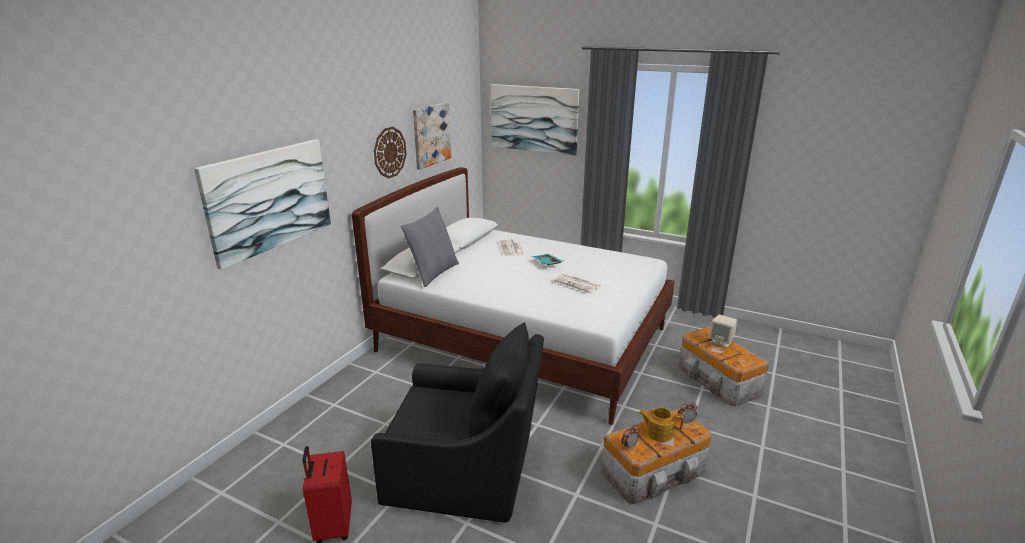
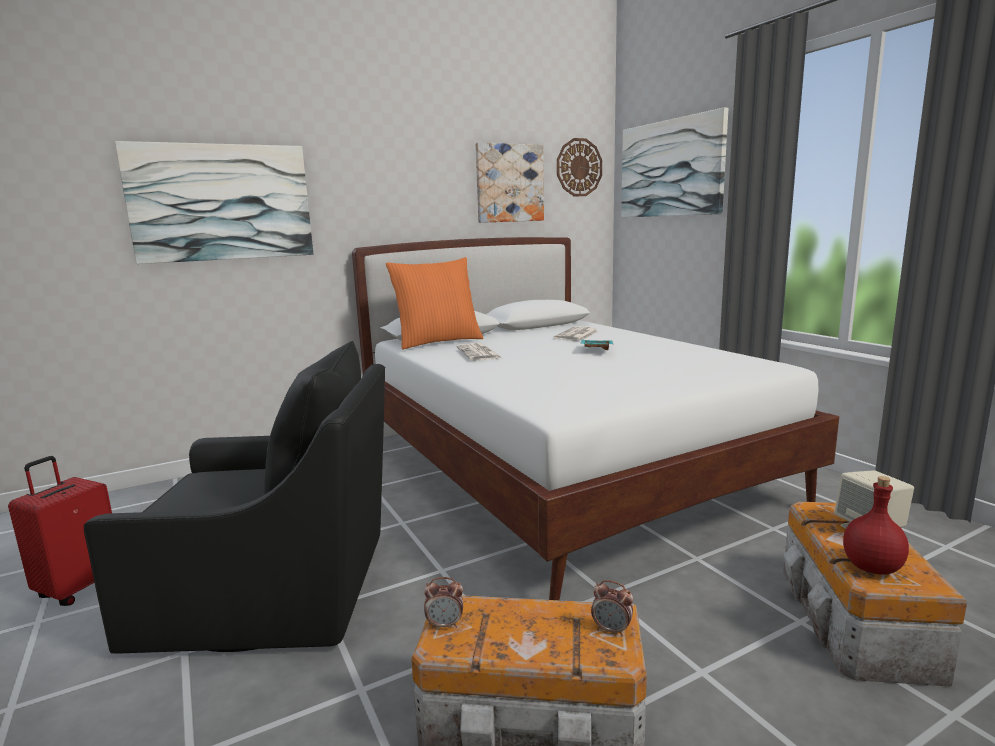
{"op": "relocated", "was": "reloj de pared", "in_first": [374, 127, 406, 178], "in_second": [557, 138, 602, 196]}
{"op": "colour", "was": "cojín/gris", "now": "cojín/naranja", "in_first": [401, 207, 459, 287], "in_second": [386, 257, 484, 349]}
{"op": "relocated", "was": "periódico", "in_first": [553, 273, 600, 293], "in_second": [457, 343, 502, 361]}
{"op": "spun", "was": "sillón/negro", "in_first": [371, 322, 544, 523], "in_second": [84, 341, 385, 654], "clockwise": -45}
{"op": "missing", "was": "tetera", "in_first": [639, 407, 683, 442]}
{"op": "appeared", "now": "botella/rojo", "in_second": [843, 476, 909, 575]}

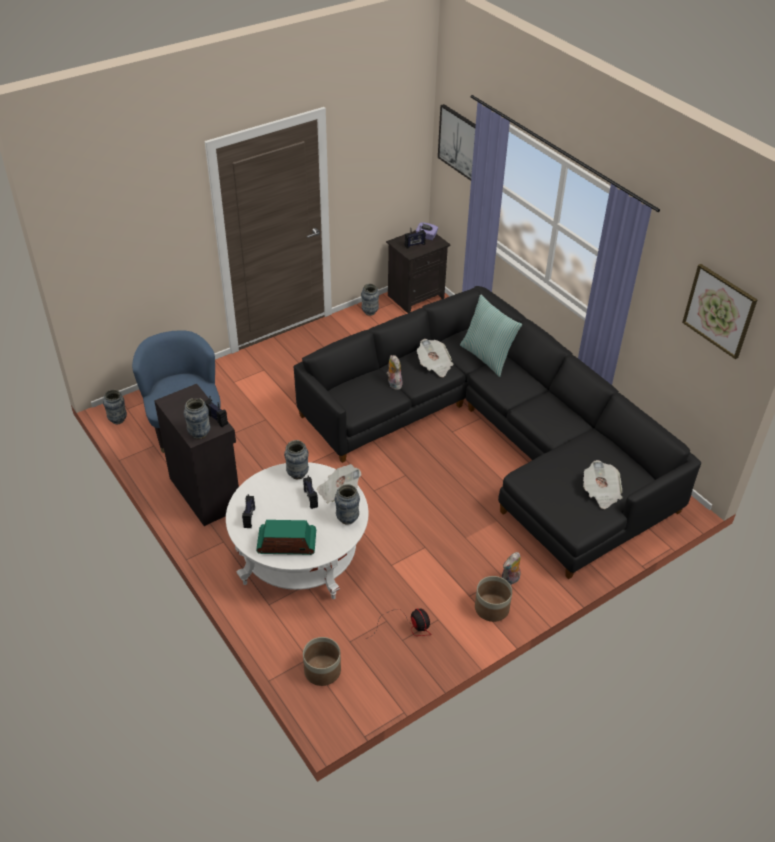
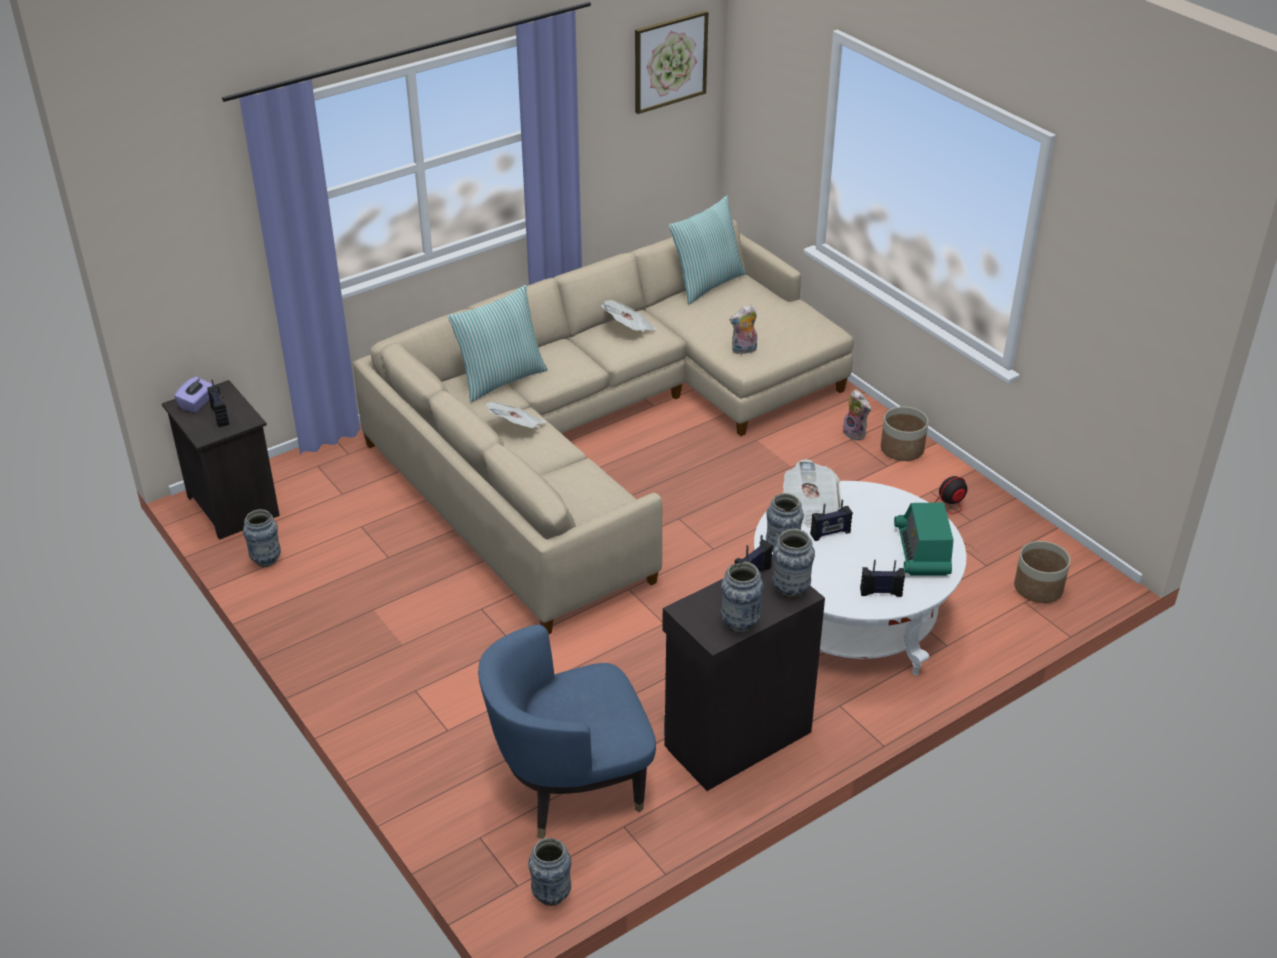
{"op": "missing", "was": "cuadro", "in_first": [438, 104, 476, 181]}
{"op": "colour", "was": "sofá/negro", "now": "sofá/beis", "in_first": [293, 286, 701, 579], "in_second": [353, 220, 854, 634]}
{"op": "relocated", "was": "peluche", "in_first": [387, 355, 402, 390], "in_second": [729, 305, 757, 354]}
{"op": "relocated", "was": "periódico", "in_first": [583, 460, 622, 509], "in_second": [601, 300, 657, 332]}
{"op": "relocated", "was": "florero", "in_first": [335, 484, 360, 525], "in_second": [721, 561, 764, 633]}
{"op": "appeared", "now": "cojín", "in_second": [669, 196, 746, 304]}

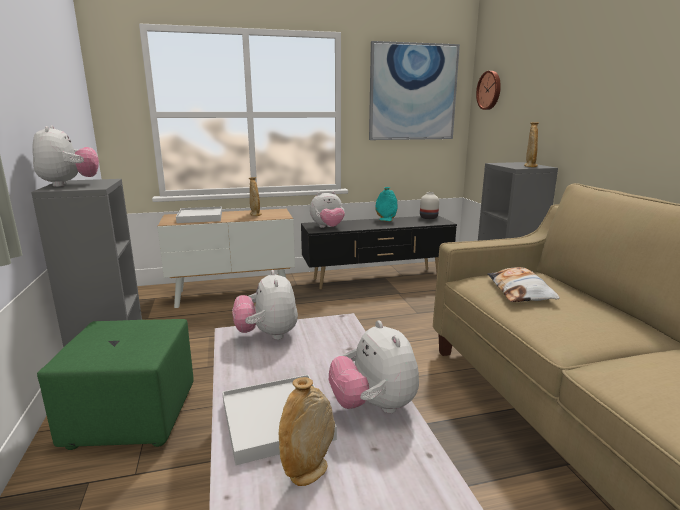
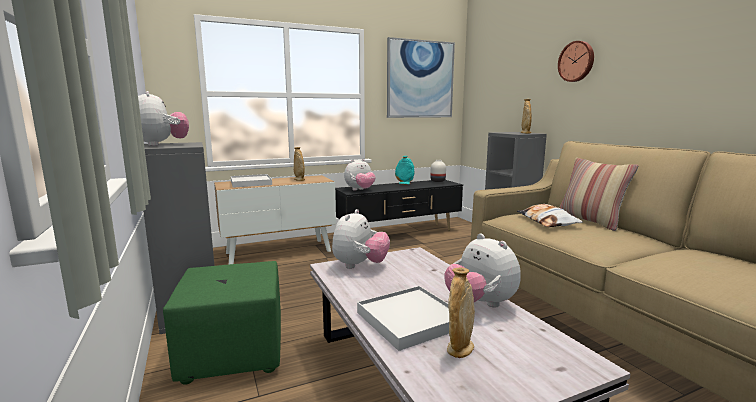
{"op": "relocated", "was": "reloj de pared", "in_first": [476, 71, 501, 110], "in_second": [558, 41, 594, 82]}
{"op": "spun", "was": "peluche", "in_first": [233, 270, 298, 340], "in_second": [332, 209, 390, 269], "clockwise": -135}
{"op": "appeared", "now": "cojín", "in_second": [559, 158, 638, 231]}

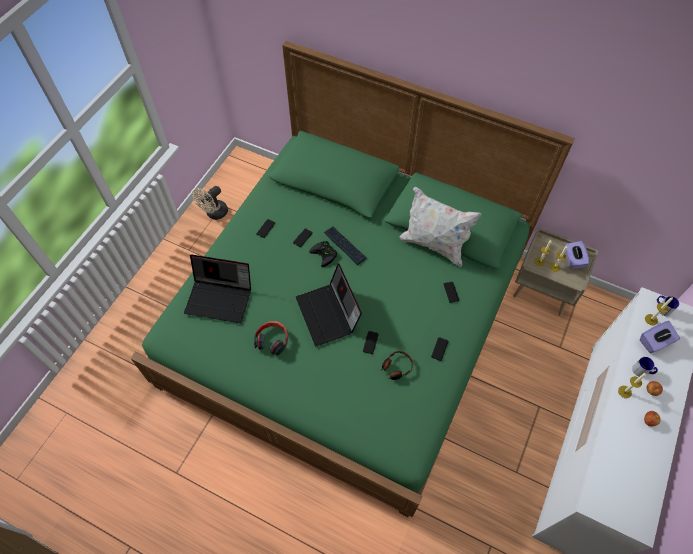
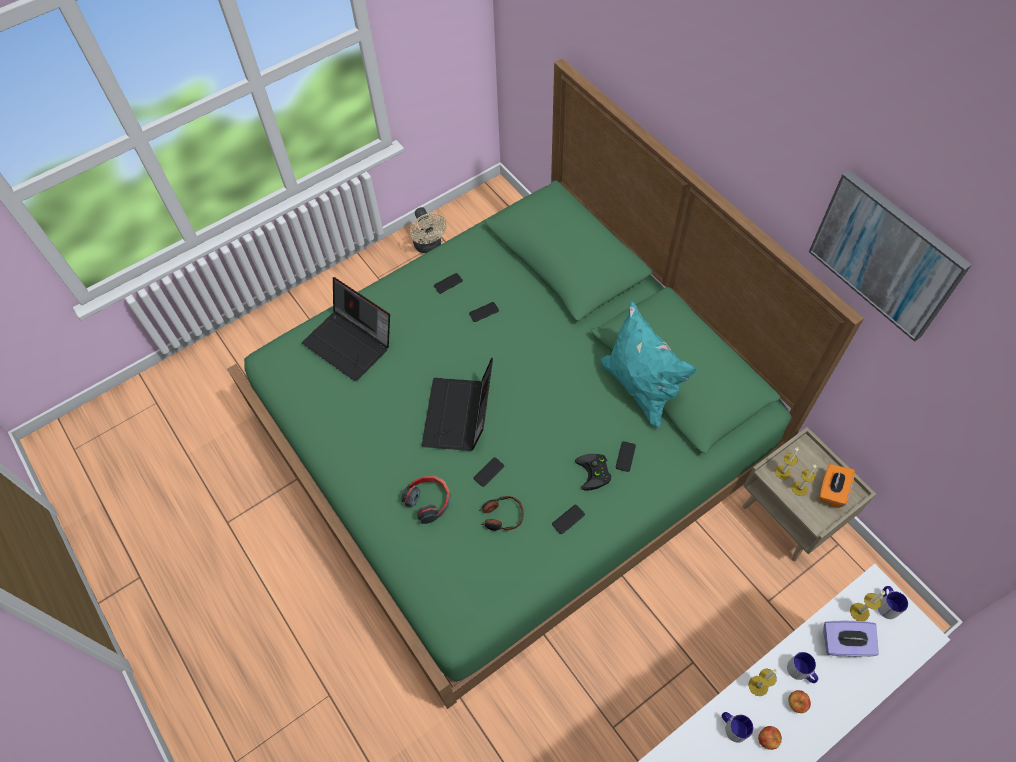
{"op": "spun", "was": "ventilador/beis", "in_first": [192, 186, 228, 220], "in_second": [410, 207, 447, 253], "clockwise": -90}
{"op": "colour", "was": "cojín/blanco", "now": "cojín/turquesa", "in_first": [400, 186, 481, 267], "in_second": [600, 301, 697, 431]}
{"op": "missing", "was": "teclado", "in_first": [324, 227, 367, 265]}
{"op": "relocated", "was": "mando de consola/negro", "in_first": [309, 241, 337, 267], "in_second": [575, 454, 611, 491]}
{"op": "colour", "was": "caja de pañuelos/morado", "now": "caja de pañuelos/naranja", "in_first": [565, 241, 589, 269], "in_second": [820, 464, 855, 508]}
{"op": "relocated", "was": "auriculares", "in_first": [254, 321, 288, 356], "in_second": [401, 476, 451, 524]}
{"op": "appeared", "now": "cuadro", "in_second": [809, 170, 972, 342]}
{"op": "appeared", "now": "taza grande", "in_second": [721, 712, 753, 743]}

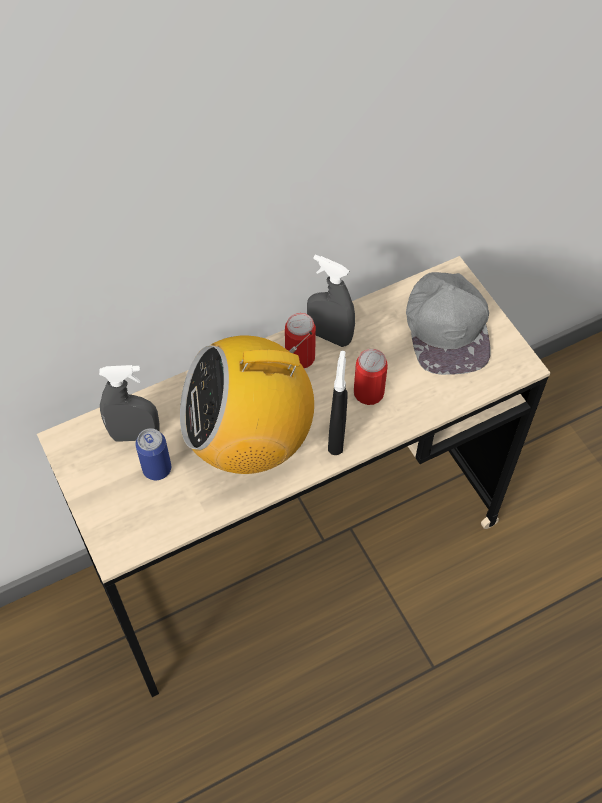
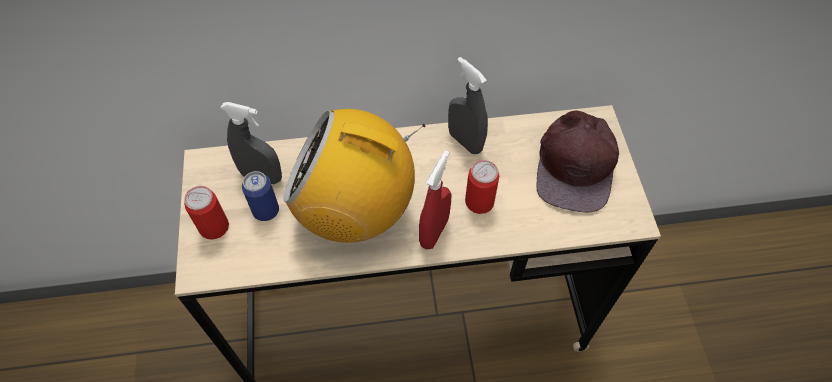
{"op": "colour", "was": "gorra/gris", "now": "gorra/marrón", "in_first": [406, 272, 491, 375], "in_second": [536, 110, 619, 213]}
{"op": "relocated", "was": "lata", "in_first": [285, 313, 316, 368], "in_second": [184, 186, 229, 239]}
{"op": "colour", "was": "pulverizador/negro", "now": "pulverizador/rojo", "in_first": [328, 351, 348, 455], "in_second": [419, 150, 451, 249]}

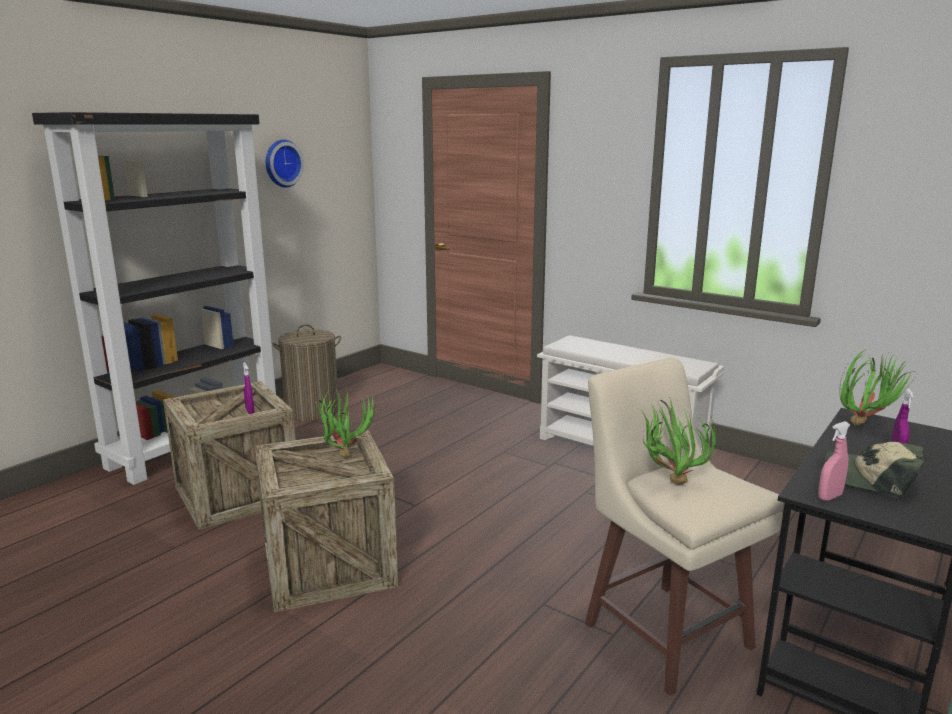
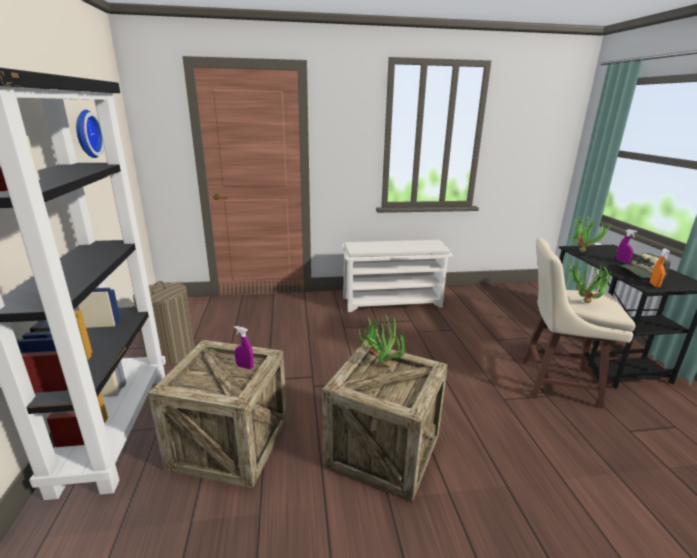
{"op": "colour", "was": "pulverizador/rosa", "now": "pulverizador/naranja", "in_first": [818, 421, 850, 501], "in_second": [650, 248, 670, 287]}

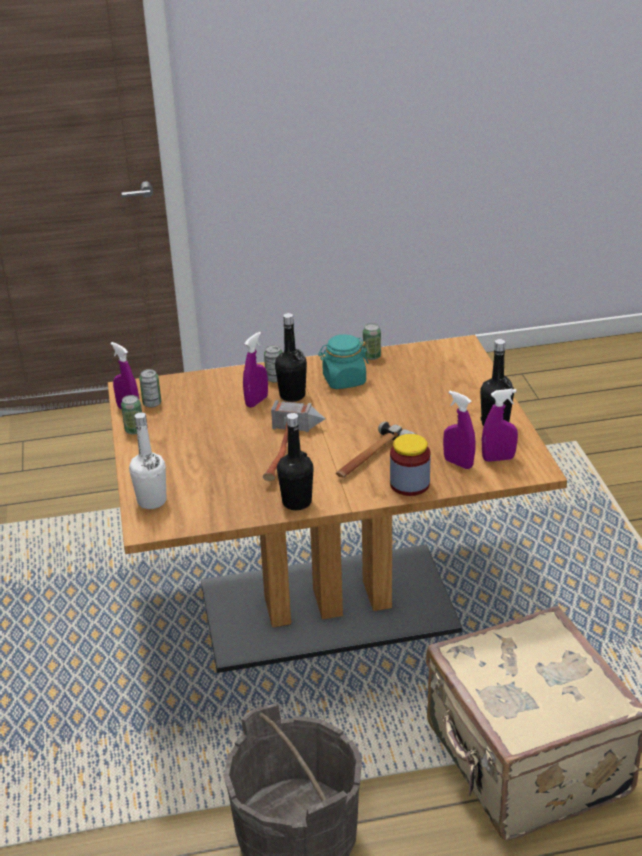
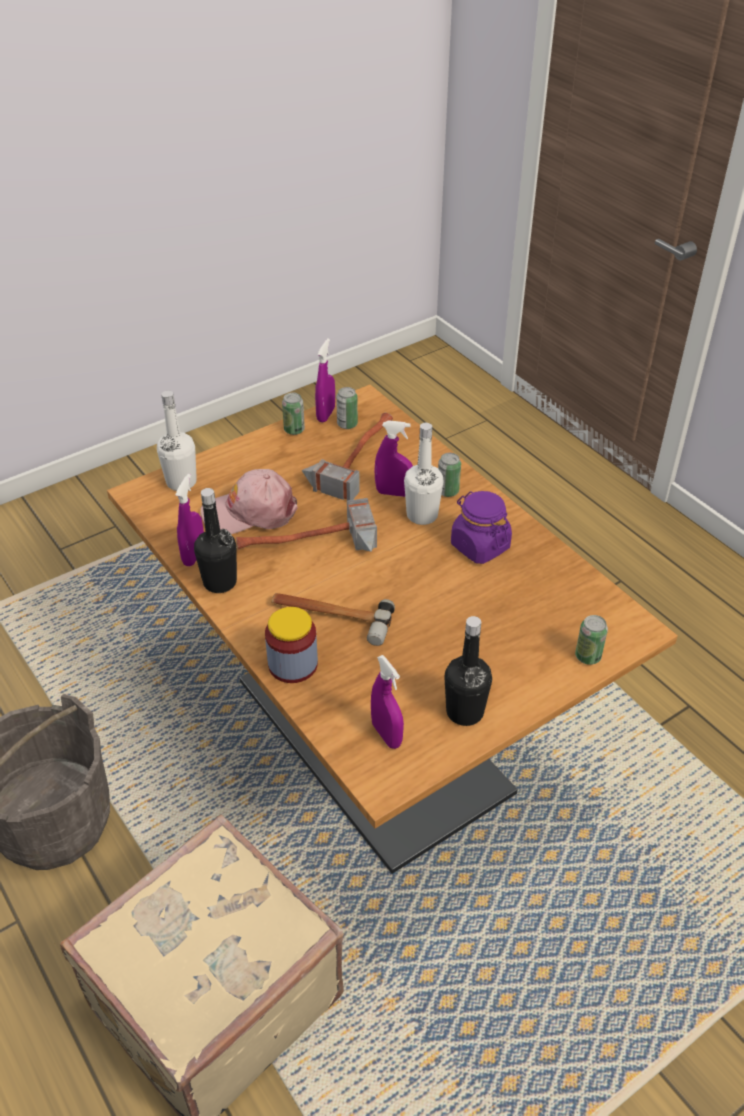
{"op": "colour", "was": "botella/negro", "now": "botella/blanco", "in_first": [275, 313, 307, 402], "in_second": [404, 423, 443, 525]}
{"op": "relocated", "was": "lata", "in_first": [363, 323, 381, 360], "in_second": [575, 615, 608, 665]}
{"op": "colour", "was": "tarro/turquesa", "now": "tarro/morado", "in_first": [318, 334, 369, 389], "in_second": [451, 491, 512, 564]}
{"op": "relocated", "was": "pulverizador/morado", "in_first": [443, 391, 475, 469], "in_second": [175, 474, 204, 566]}
{"op": "appeared", "now": "martillo", "in_second": [301, 413, 393, 501]}
{"op": "appeared", "now": "gorra/rosa", "in_second": [201, 469, 298, 534]}

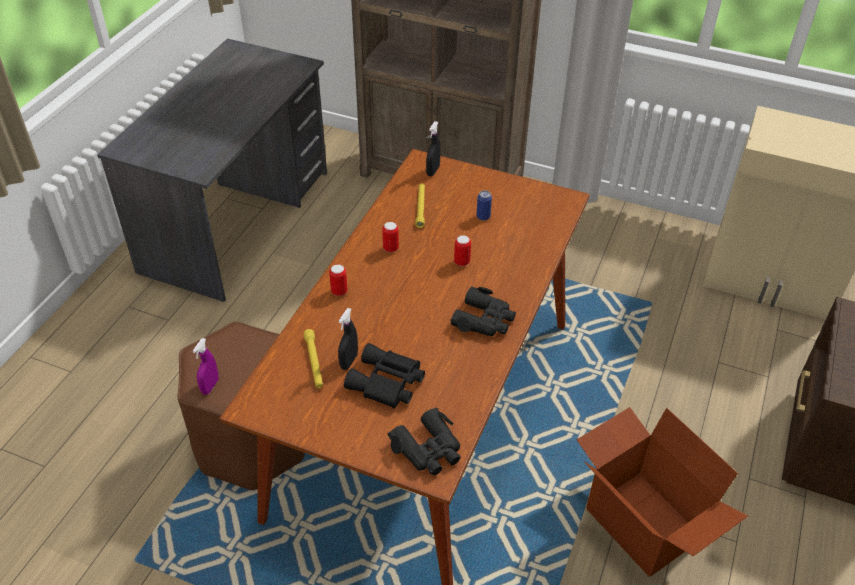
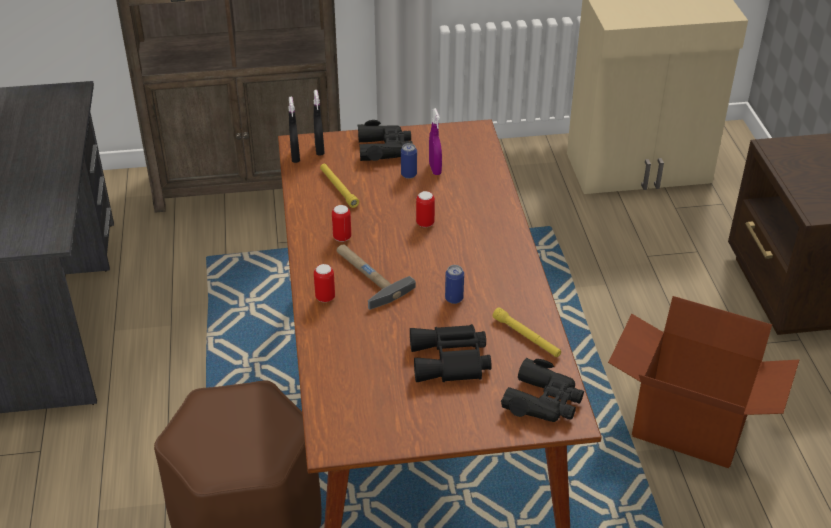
{"op": "relocated", "was": "prismáticos/negro", "in_first": [450, 286, 516, 336], "in_second": [357, 120, 413, 161]}
{"op": "relocated", "was": "pulverizador/negro", "in_first": [338, 308, 358, 370], "in_second": [289, 97, 300, 163]}
{"op": "relocated", "was": "linterna/amarillo", "in_first": [303, 329, 323, 388], "in_second": [493, 307, 561, 357]}
{"op": "relocated", "was": "pulverizador/morado", "in_first": [193, 338, 219, 395], "in_second": [429, 108, 442, 175]}
{"op": "appeared", "now": "martillo", "in_second": [336, 244, 416, 310]}
{"op": "appeared", "now": "lata", "in_second": [445, 265, 464, 304]}

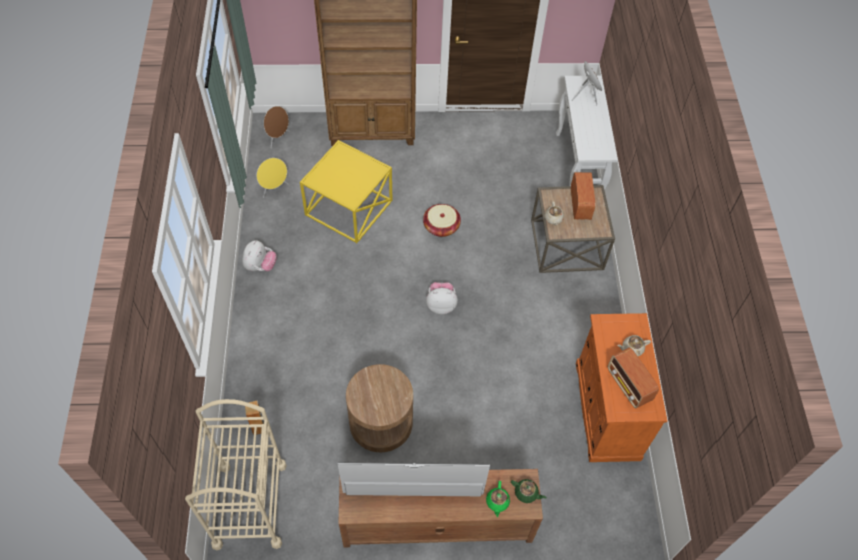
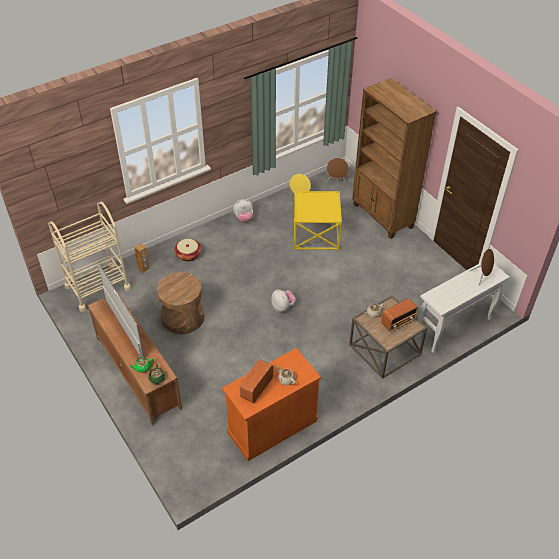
{"op": "relocated", "was": "cesta", "in_first": [423, 204, 461, 237], "in_second": [174, 239, 201, 261]}

